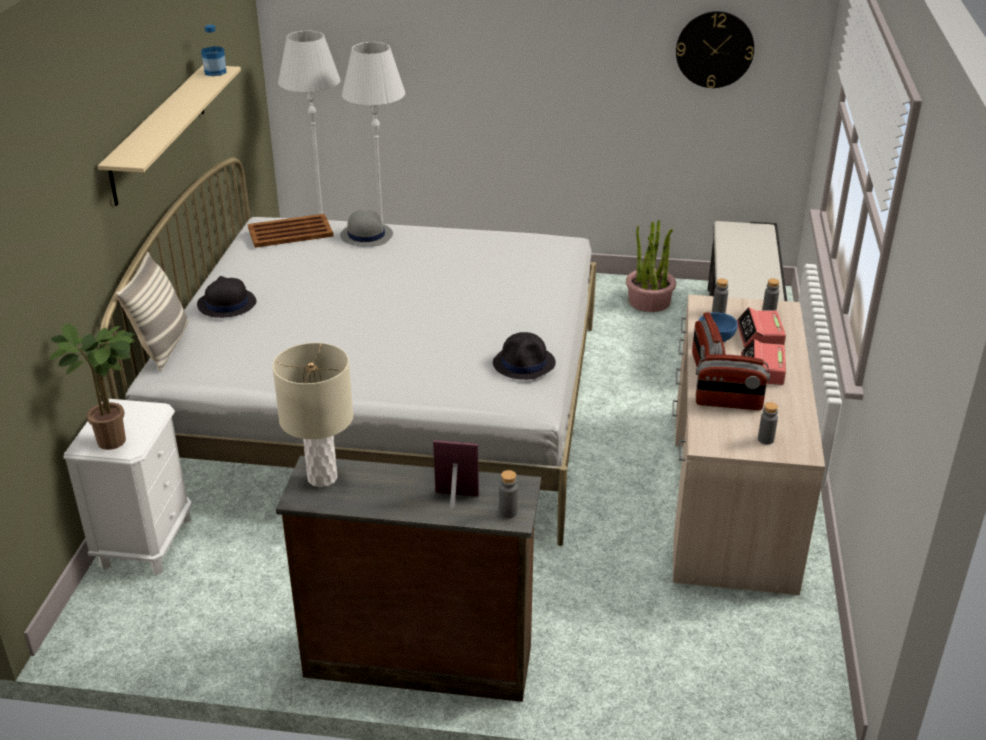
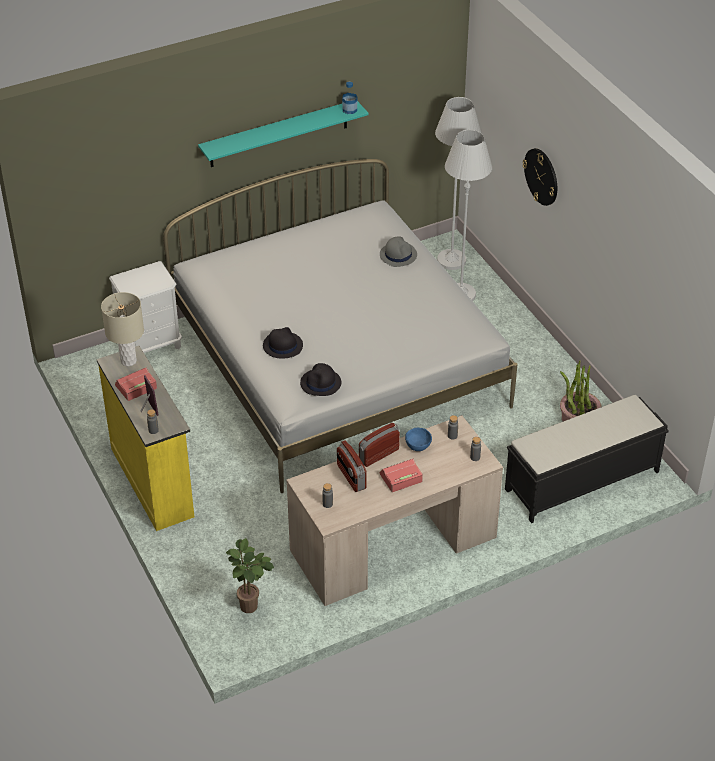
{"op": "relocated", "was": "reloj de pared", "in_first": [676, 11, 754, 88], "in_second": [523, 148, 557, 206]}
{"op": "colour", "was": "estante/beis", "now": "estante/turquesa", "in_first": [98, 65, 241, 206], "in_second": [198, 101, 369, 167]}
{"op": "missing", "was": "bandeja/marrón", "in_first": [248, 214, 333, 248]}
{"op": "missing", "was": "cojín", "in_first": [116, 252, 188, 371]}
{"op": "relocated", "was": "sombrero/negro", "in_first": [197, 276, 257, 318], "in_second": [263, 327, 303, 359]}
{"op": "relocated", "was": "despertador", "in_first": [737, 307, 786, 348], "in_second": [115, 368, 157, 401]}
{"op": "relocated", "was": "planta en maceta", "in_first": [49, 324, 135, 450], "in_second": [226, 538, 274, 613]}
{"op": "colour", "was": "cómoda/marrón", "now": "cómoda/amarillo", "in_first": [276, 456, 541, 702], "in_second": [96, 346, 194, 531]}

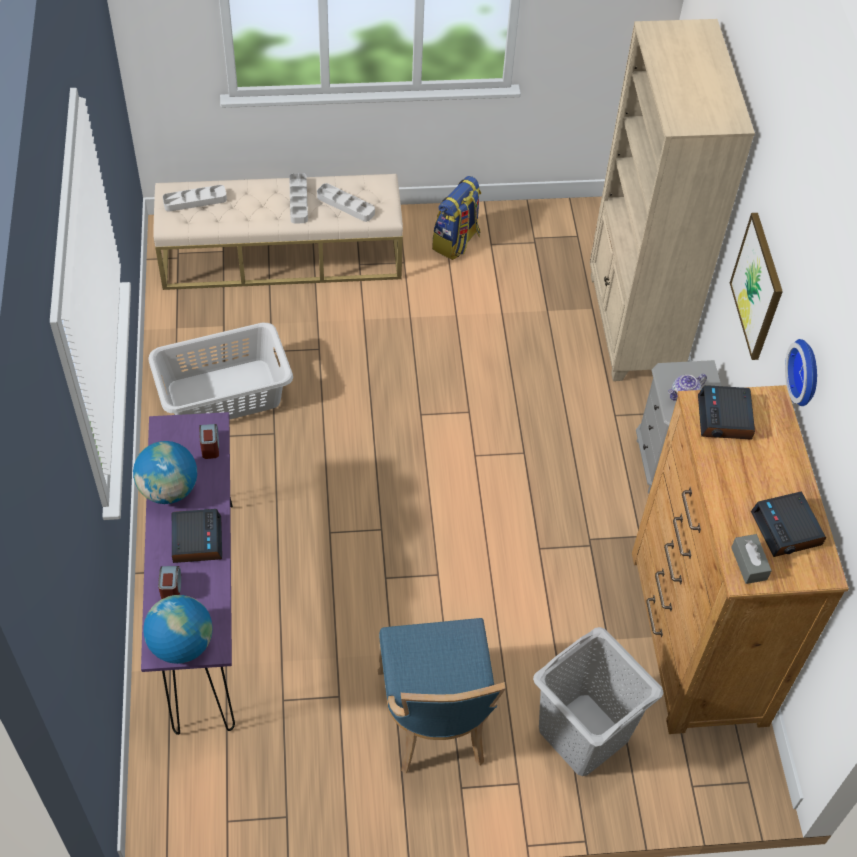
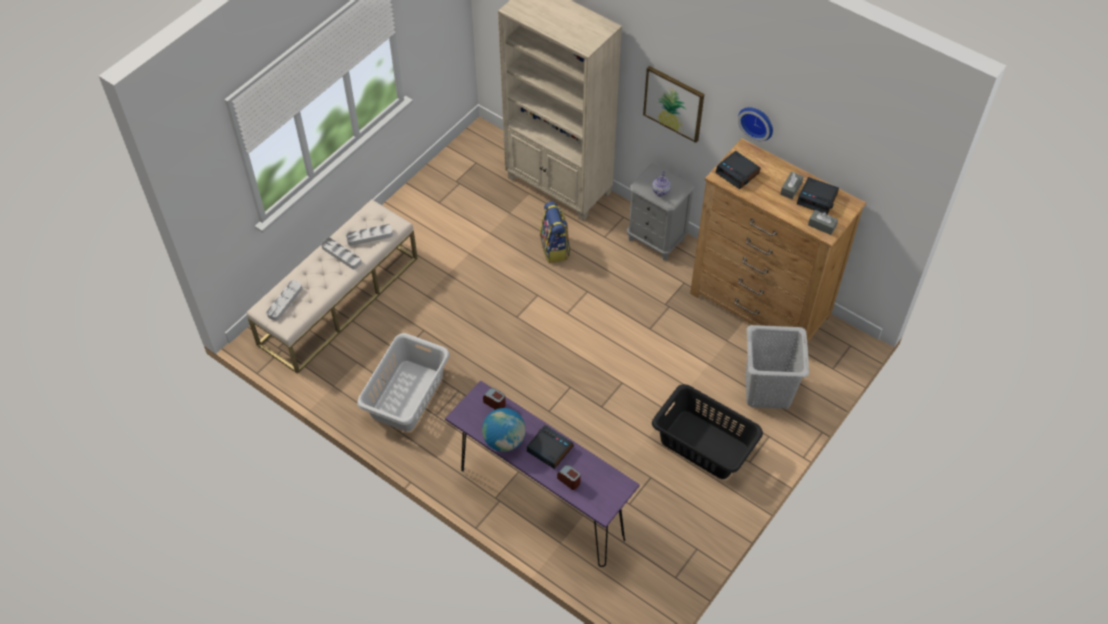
{"op": "relocated", "was": "mochila", "in_first": [432, 176, 481, 260], "in_second": [540, 202, 571, 263]}
{"op": "missing", "was": "globo terráqueo", "in_first": [143, 595, 213, 664]}
{"op": "exchanged", "was": "silla/azul", "now": "cesto de la ropa/negro", "in_first": [378, 618, 506, 773], "in_second": [652, 384, 763, 479]}
{"op": "appeared", "now": "caja de pañuelos/gris", "in_second": [780, 172, 804, 199]}

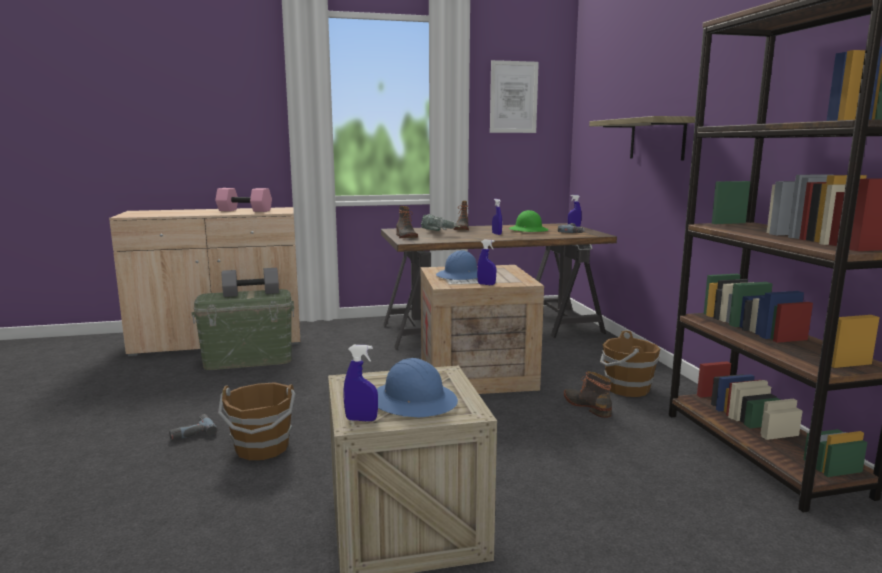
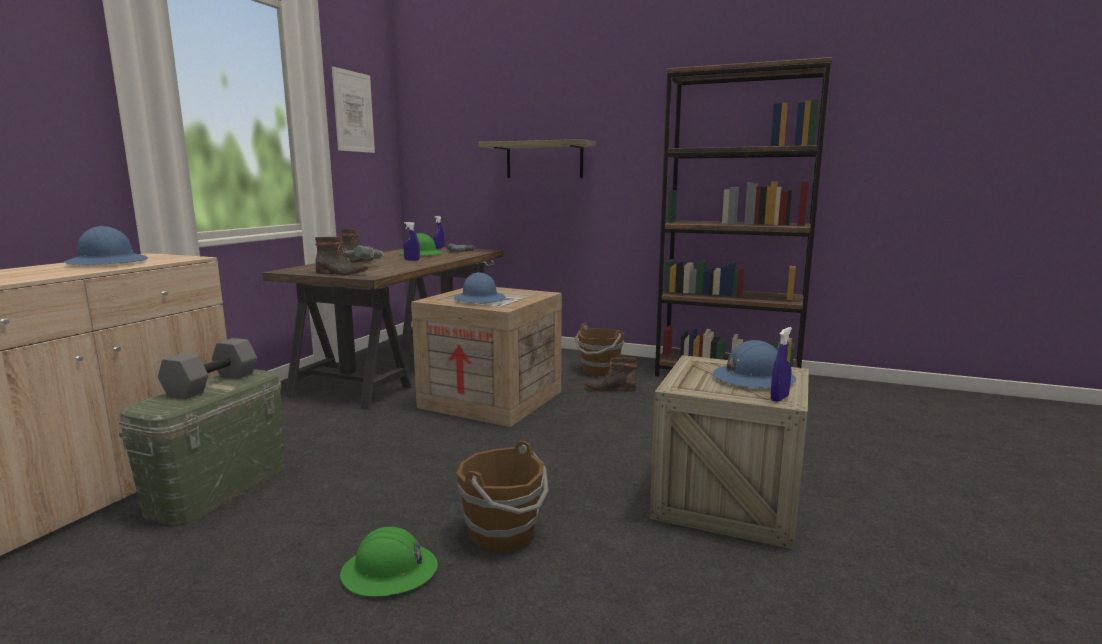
{"op": "exchanged", "was": "mancuerna/rosa", "now": "casco/azul", "in_first": [215, 188, 272, 212], "in_second": [64, 226, 148, 265]}
{"op": "missing", "was": "pulverizador/azul", "in_first": [477, 239, 496, 285]}
{"op": "exchanged", "was": "taladro", "now": "casco/verde", "in_first": [169, 414, 217, 440], "in_second": [340, 527, 438, 597]}

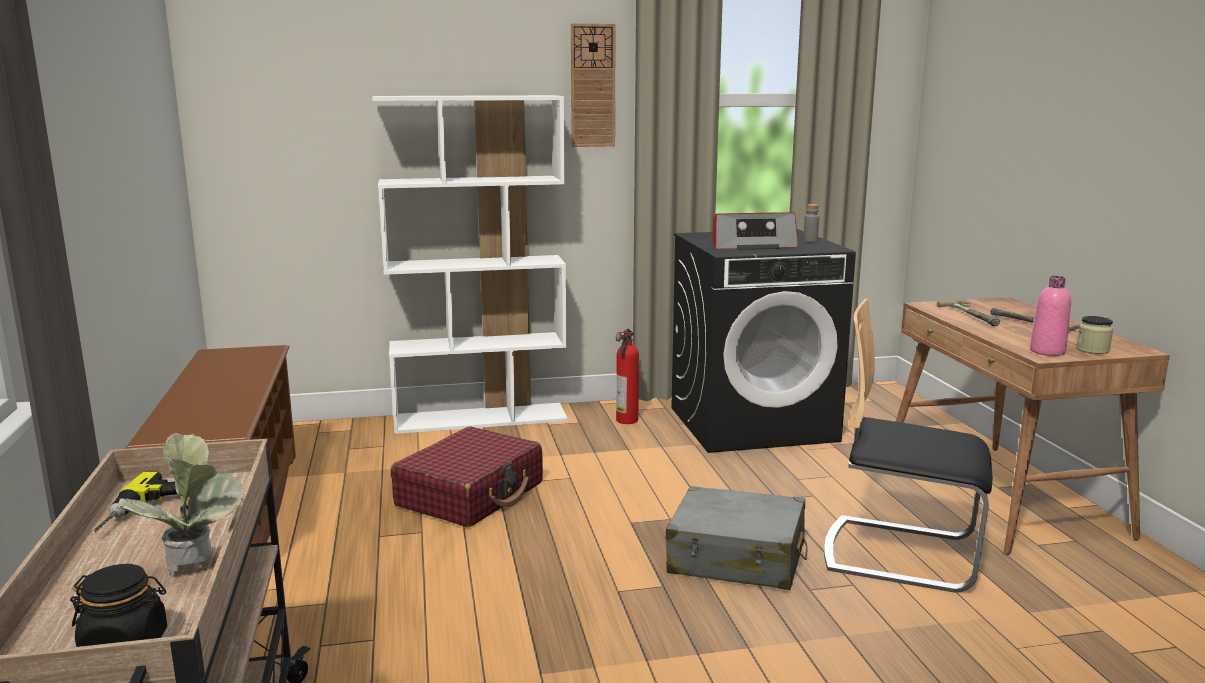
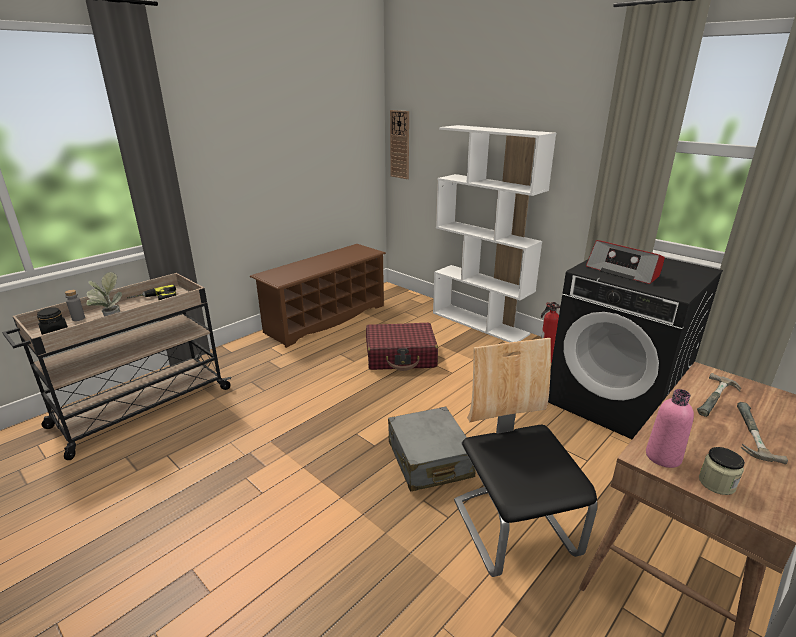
{"op": "relocated", "was": "reloj de pared", "in_first": [571, 23, 616, 147], "in_second": [390, 110, 409, 179]}
{"op": "relocated", "was": "botella/gris", "in_first": [803, 204, 819, 243], "in_second": [65, 290, 85, 321]}

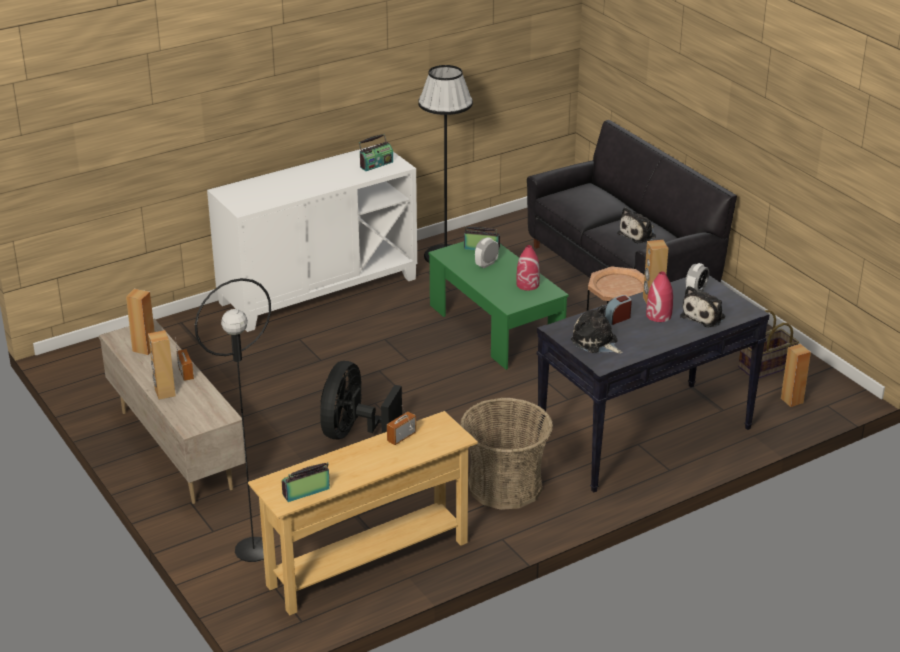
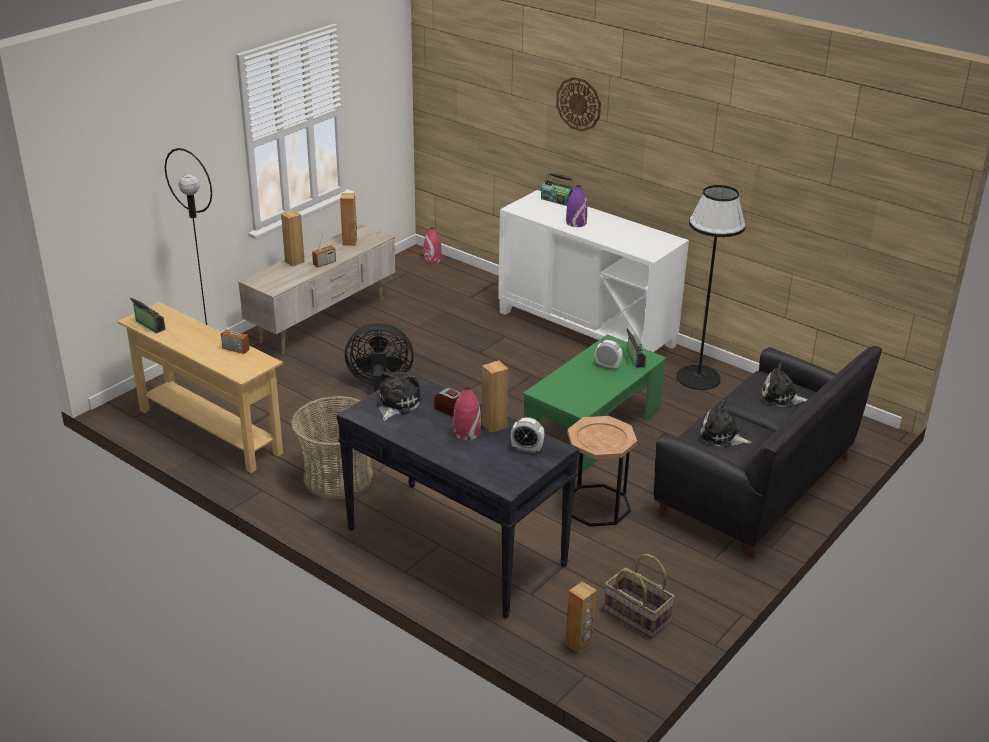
{"op": "relocated", "was": "radio", "in_first": [358, 134, 393, 171], "in_second": [541, 173, 574, 206]}
{"op": "relocated", "was": "florero/rojo", "in_first": [516, 245, 540, 291], "in_second": [423, 227, 442, 263]}
{"op": "relocated", "was": "peluche", "in_first": [680, 286, 725, 327], "in_second": [761, 363, 808, 407]}
{"op": "appeared", "now": "reloj de pared", "in_second": [556, 77, 601, 132]}
{"op": "appeared", "now": "florero/morado", "in_second": [566, 185, 587, 227]}

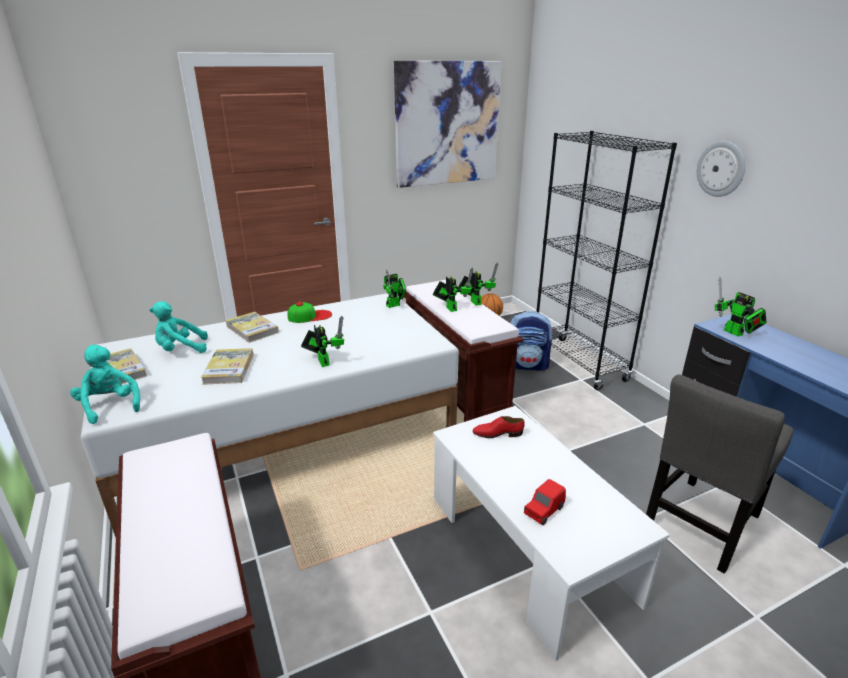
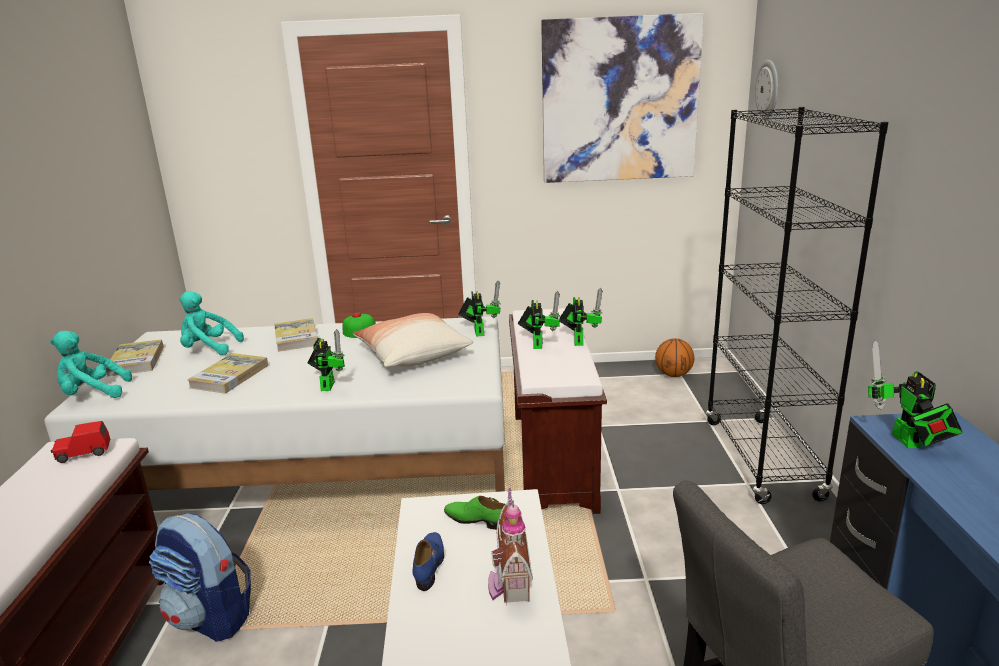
{"op": "relocated", "was": "reloj de pared", "in_first": [697, 141, 745, 197], "in_second": [755, 60, 778, 119]}
{"op": "spun", "was": "robot de juguete", "in_first": [383, 270, 406, 308], "in_second": [458, 281, 501, 337], "clockwise": -90}
{"op": "relocated", "was": "mochila", "in_first": [510, 311, 554, 371], "in_second": [149, 513, 251, 642]}
{"op": "spun", "was": "peluche/turquesa", "in_first": [70, 345, 140, 424], "in_second": [50, 331, 132, 398], "clockwise": -90}
{"op": "colour", "was": "zapato/rojo", "now": "zapato/verde", "in_first": [472, 416, 525, 438], "in_second": [444, 496, 505, 530]}
{"op": "relocated", "was": "coche de juguete/rojo", "in_first": [524, 479, 566, 525], "in_second": [51, 421, 110, 463]}
{"op": "appeared", "now": "cojín", "in_second": [353, 313, 473, 367]}
{"op": "appeared", "now": "casita", "in_second": [488, 488, 533, 605]}
{"op": "appeared", "now": "zapato/azul", "in_second": [412, 532, 444, 591]}

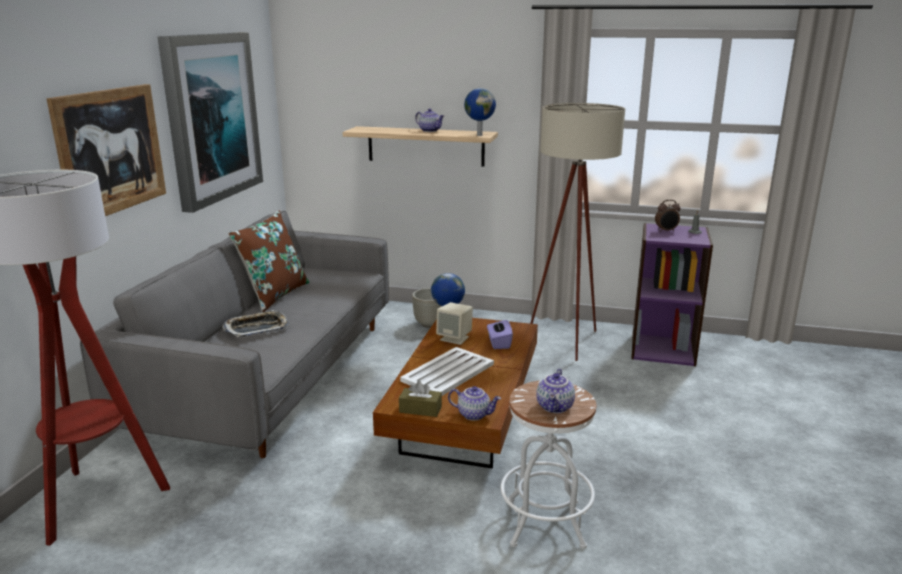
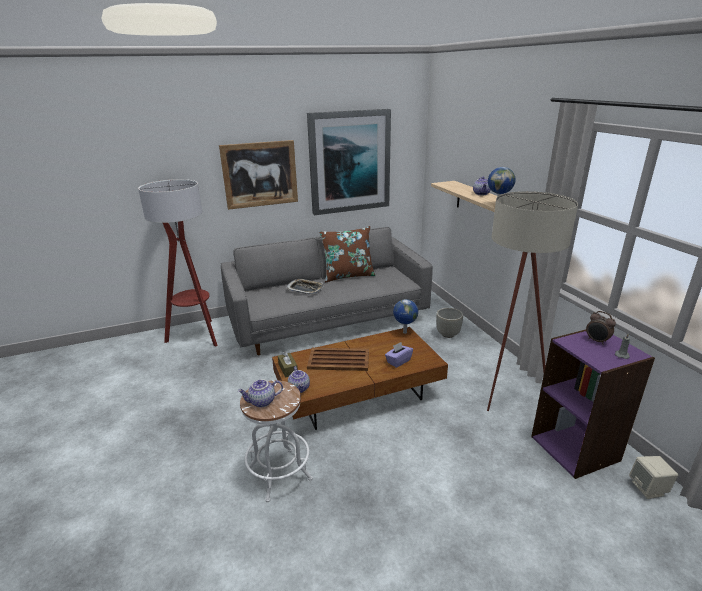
{"op": "relocated", "was": "altavoz/beis", "in_first": [436, 302, 473, 345], "in_second": [629, 456, 678, 499]}
{"op": "colour", "was": "bandeja/blanco", "now": "bandeja/marrón", "in_first": [400, 347, 494, 396], "in_second": [307, 348, 369, 371]}

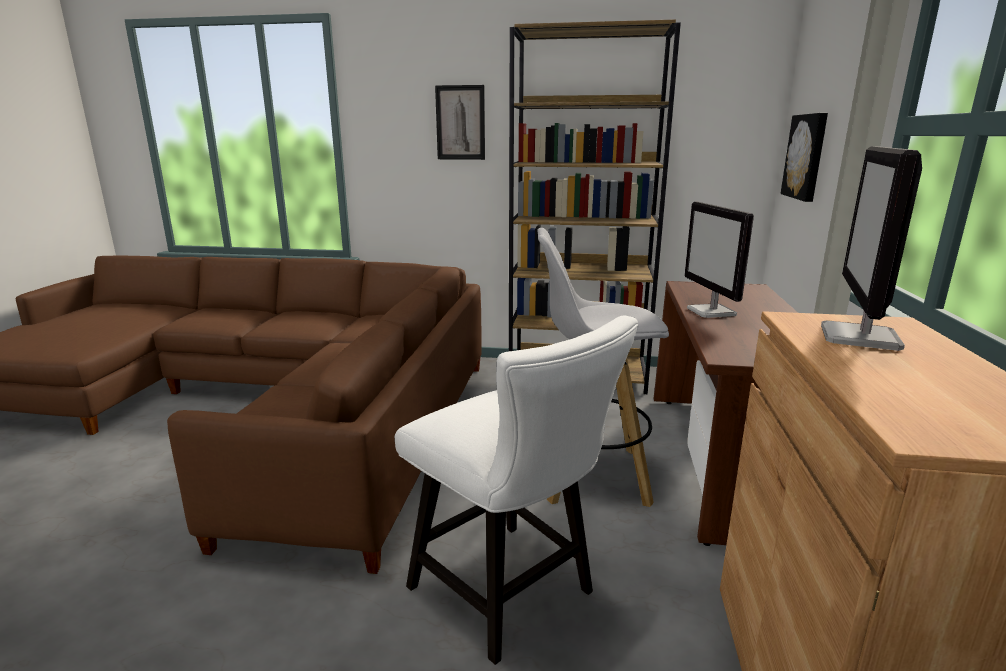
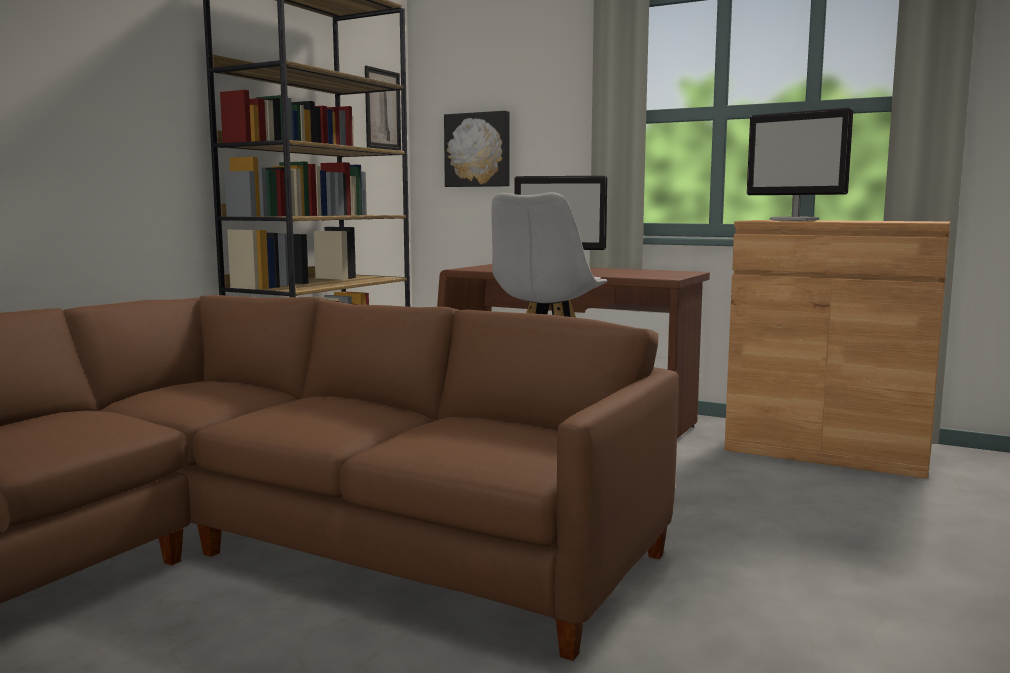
{"op": "relocated", "was": "cuadro", "in_first": [435, 85, 485, 160], "in_second": [365, 66, 401, 151]}
{"op": "missing", "was": "silla/blanco", "in_first": [395, 316, 639, 665]}

